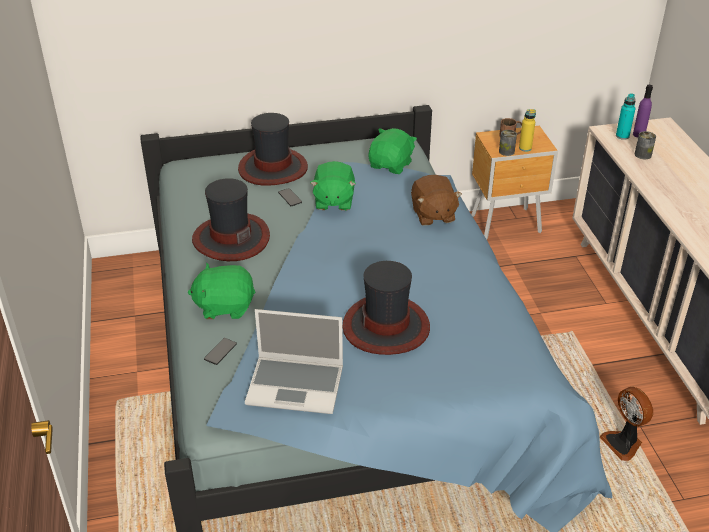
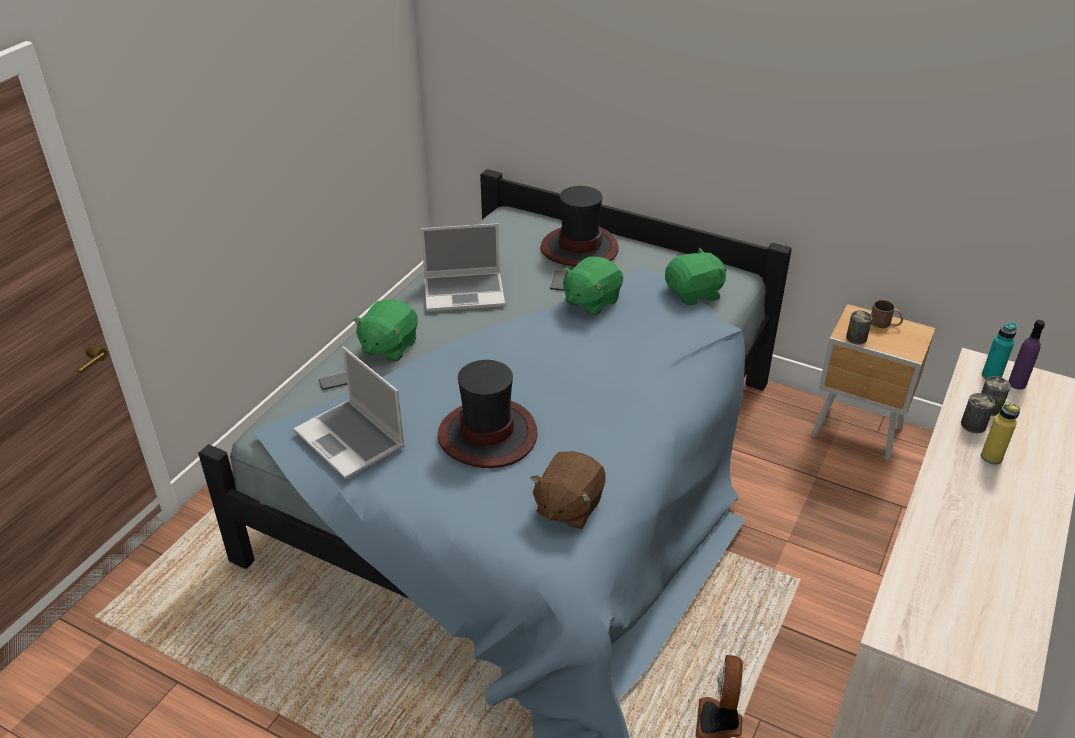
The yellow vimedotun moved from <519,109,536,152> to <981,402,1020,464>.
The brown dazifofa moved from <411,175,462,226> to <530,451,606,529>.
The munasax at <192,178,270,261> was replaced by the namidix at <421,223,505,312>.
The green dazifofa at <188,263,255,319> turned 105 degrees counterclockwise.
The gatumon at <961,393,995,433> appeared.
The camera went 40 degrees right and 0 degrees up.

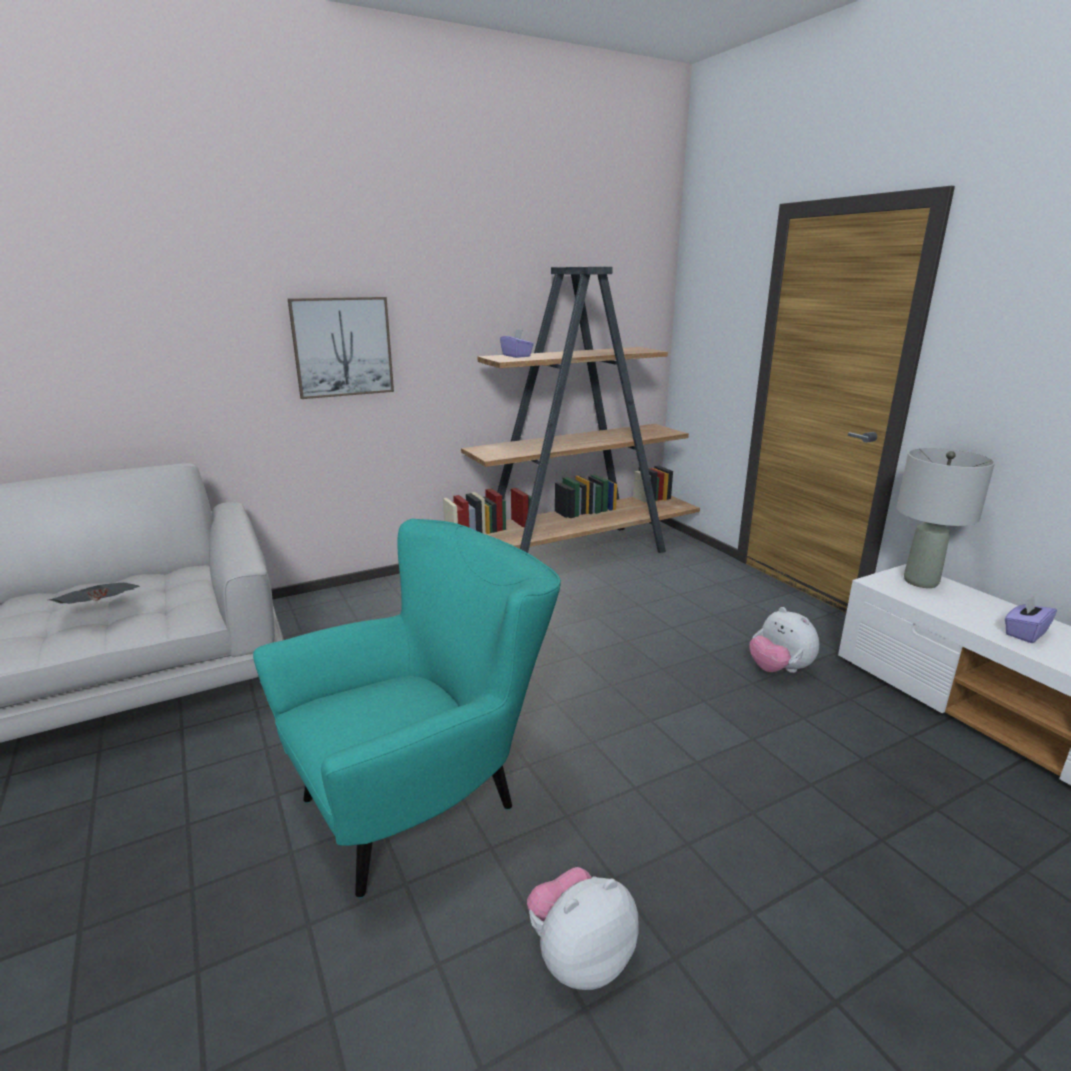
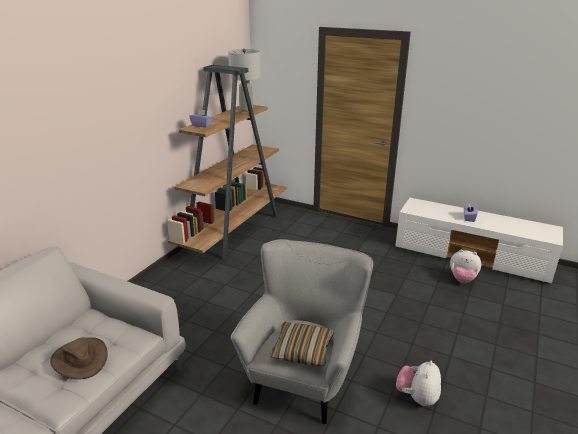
The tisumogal at <288,297,394,399> disappeared.
The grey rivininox moved from <897,448,995,588> to <228,49,261,112>.
The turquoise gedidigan at <253,519,561,898> became the grey gedidigan at <231,239,373,425>.
The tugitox at <49,583,139,604> was replaced by the brown munasax at <50,337,108,380>.
The dazifofa moved from <749,607,819,673> to <450,250,481,283>.
The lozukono at <269,322,334,367> appeared.
The camera went 35 degrees left and 5 degrees up.

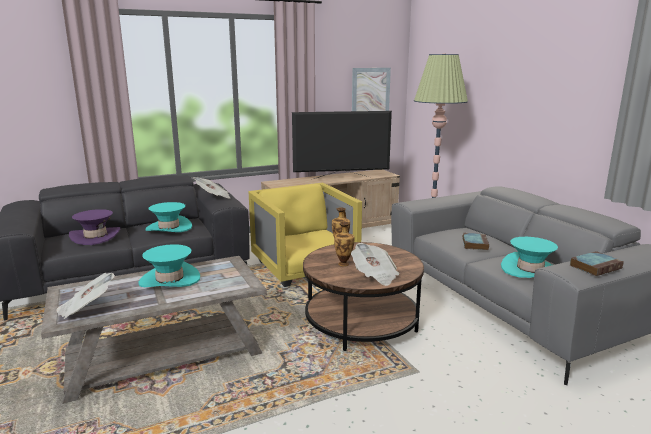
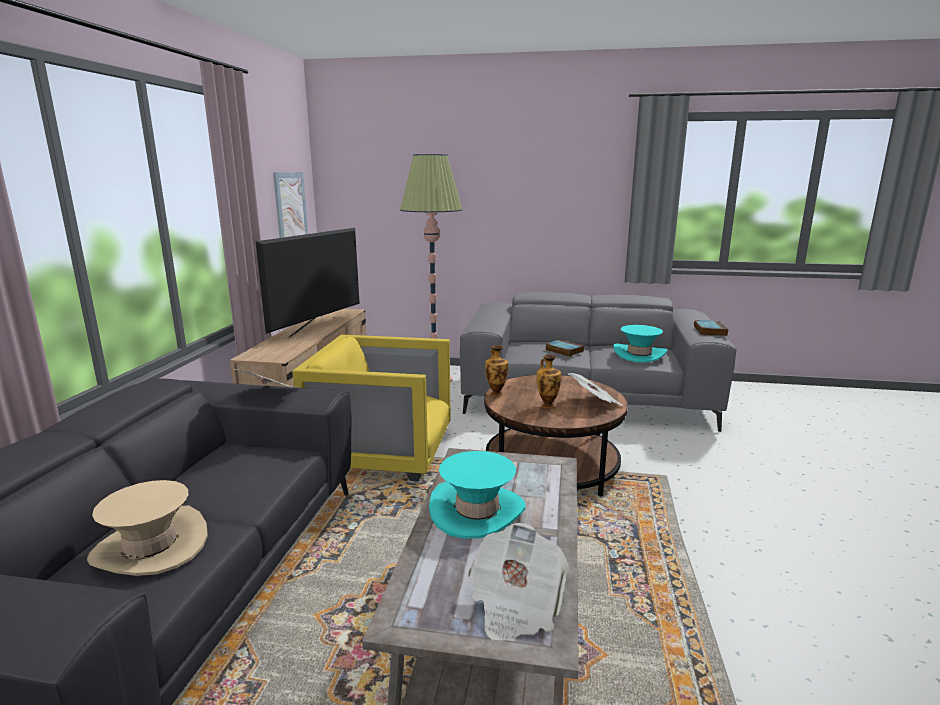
The turquoise munasax at <146,202,192,232> disappeared.
The purple munasax at <69,209,120,245> became the beige munasax at <87,480,208,576>.
The camera went 55 degrees left and 0 degrees up.

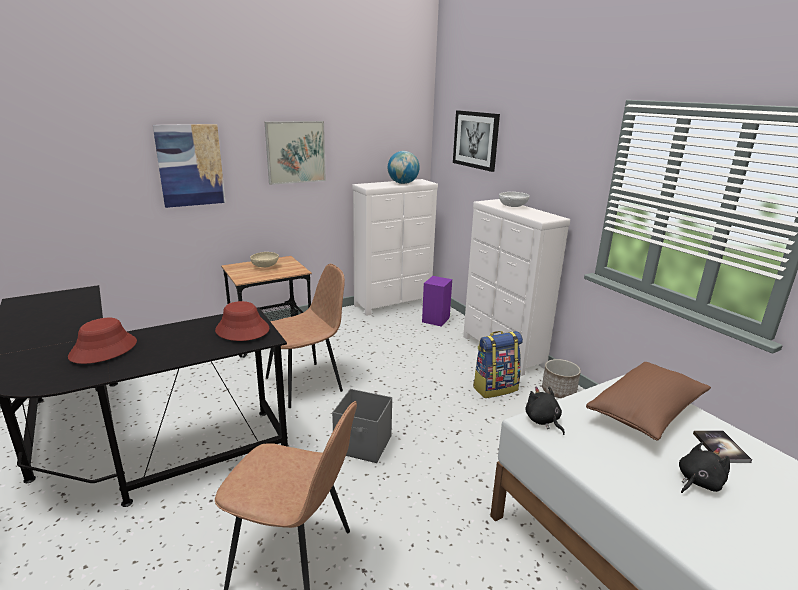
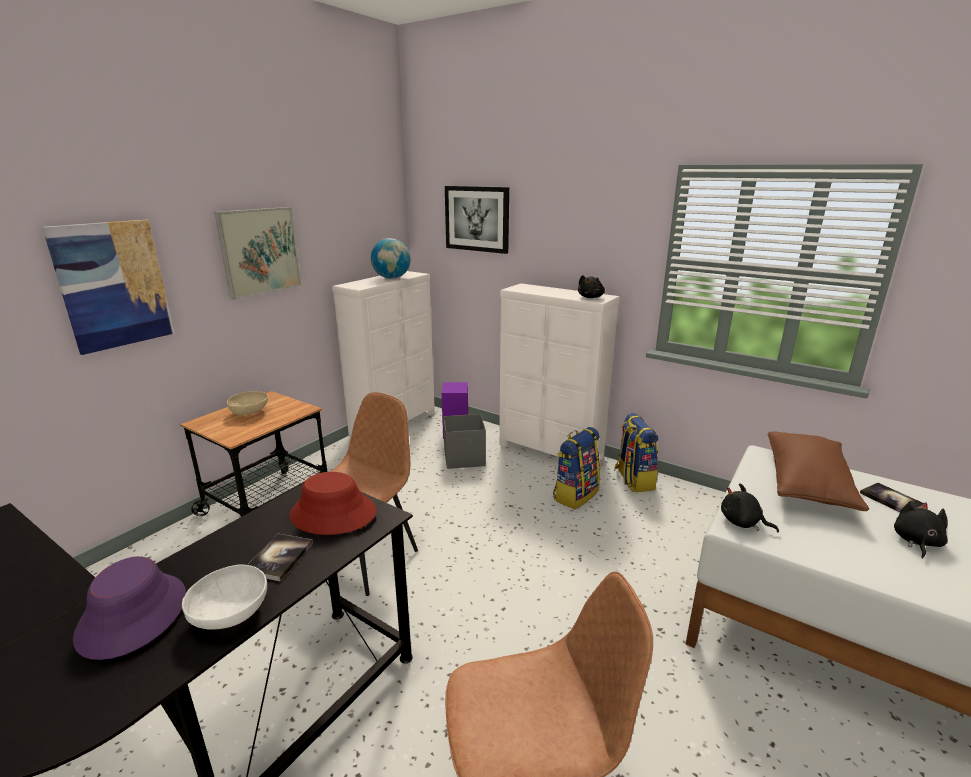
The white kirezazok moved from <499,192,530,207> to <182,564,267,630>.
The red munasax at <68,318,137,364> became the purple munasax at <73,556,186,660>.
The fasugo at <542,359,581,398> was replaced by the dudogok at <614,413,658,492>.
The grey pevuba moved from <332,389,392,463> to <443,414,486,469>.
The black dazifofa at <578,275,605,298> appeared.
The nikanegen at <248,534,313,581> appeared.
The camera went 25 degrees left and 0 degrees up.

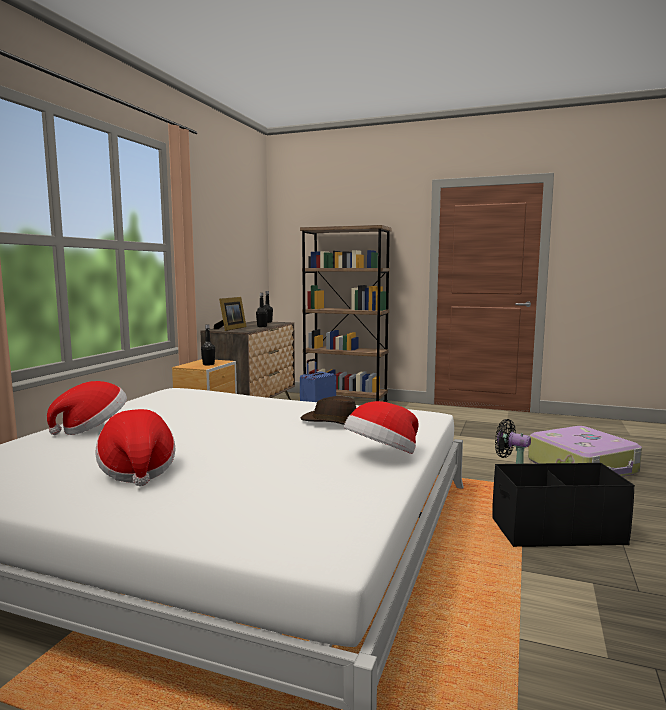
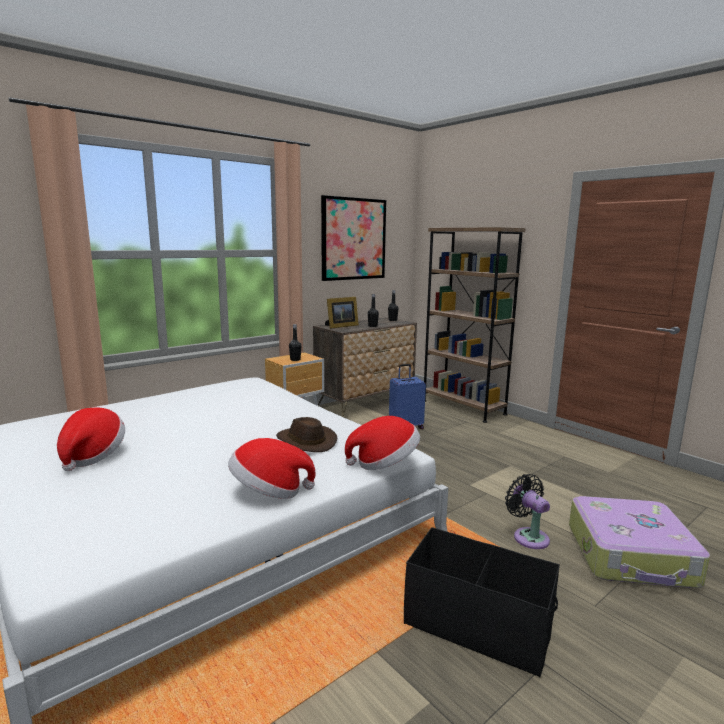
The munasax moved from <47,381,127,435> to <345,416,420,470>.
The tisumogal at <321,195,386,281> appeared.
The camera went 30 degrees right and 5 degrees up.

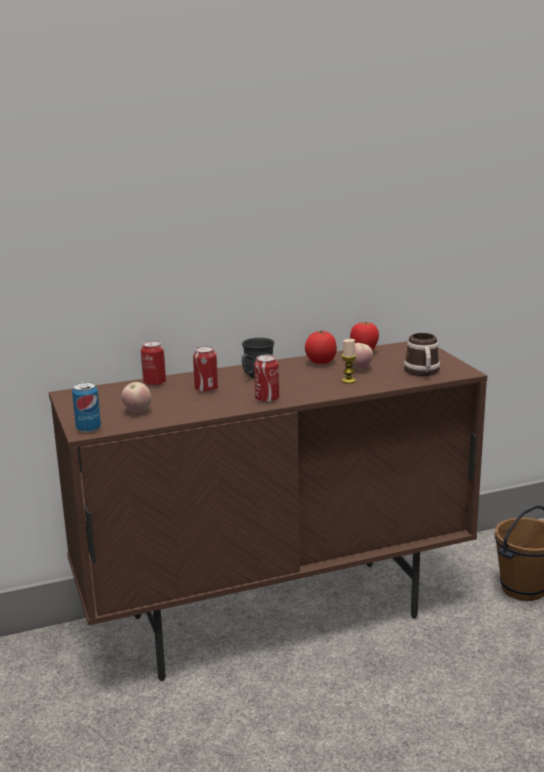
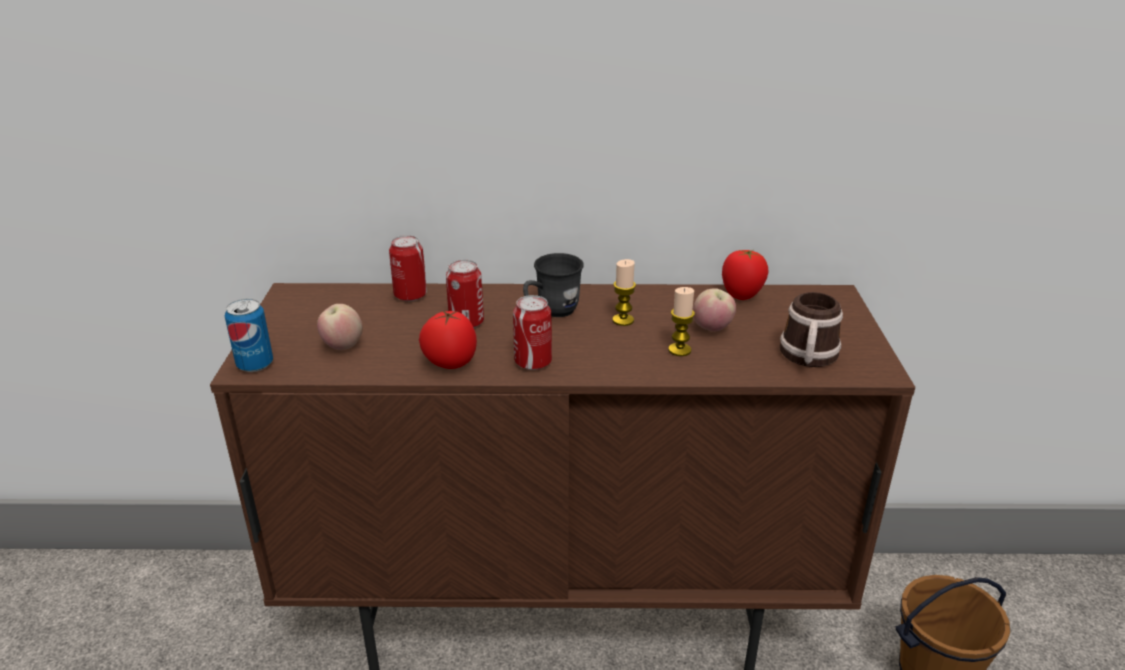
The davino moved from <305,331,337,364> to <419,310,477,369>.
The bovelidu at <612,259,636,326> appeared.
The camera went 20 degrees right and 10 degrees up.

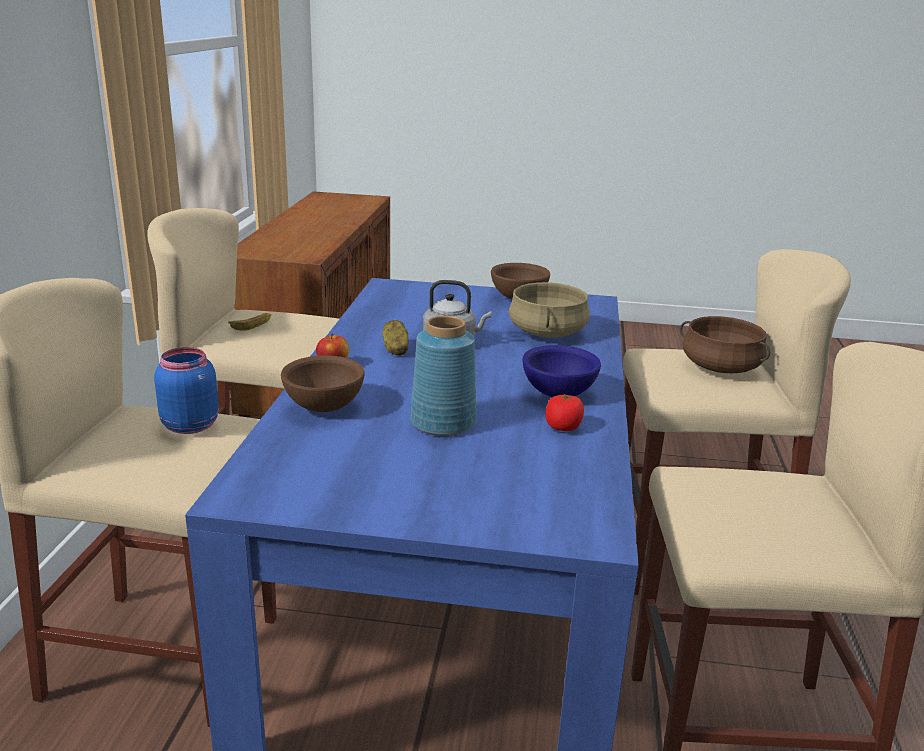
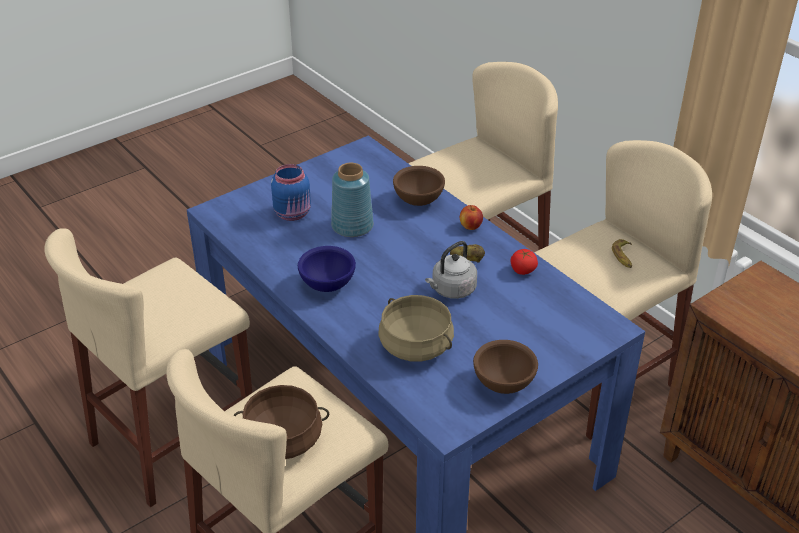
The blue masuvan moved from <154,347,219,434> to <271,164,311,221>.
The davino moved from <545,393,584,431> to <511,249,538,275>.
The camera went 135 degrees right and 15 degrees up.

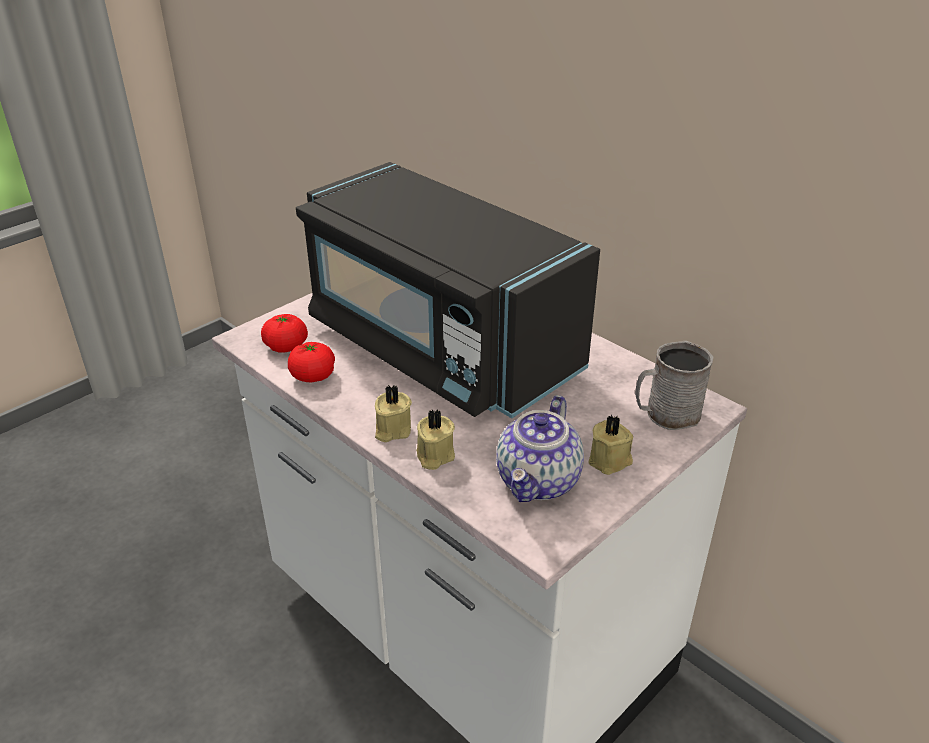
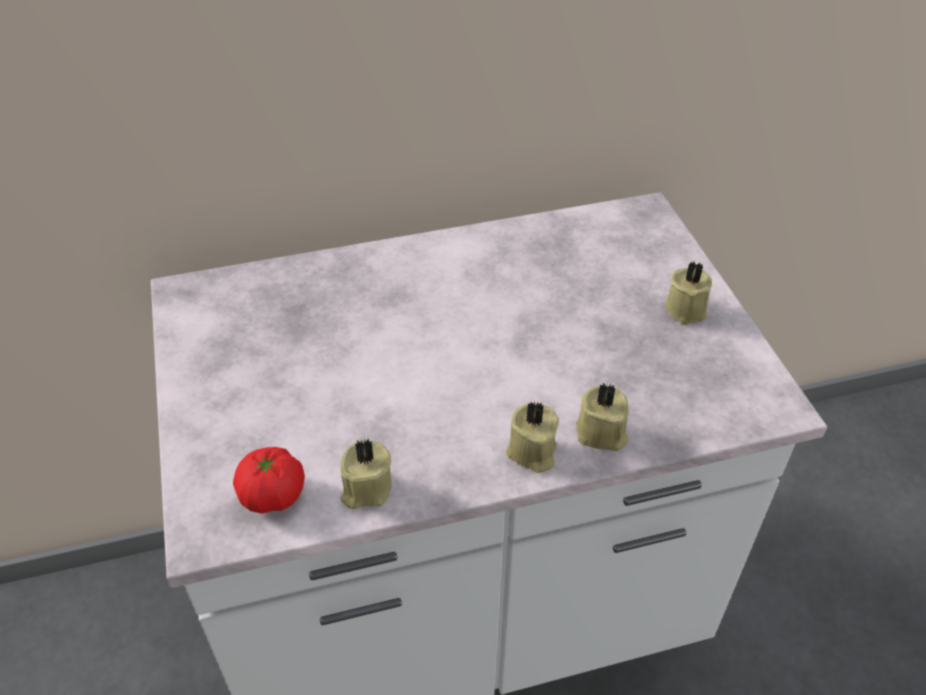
The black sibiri at <296,162,600,418> disappeared.
The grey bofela at <635,341,713,430> disappeared.
The davino at <288,342,335,383> was replaced by the beige bovelidu at <340,438,392,509>.
The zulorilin at <496,395,584,502> disappeared.
The camera went 60 degrees left and 10 degrees up.

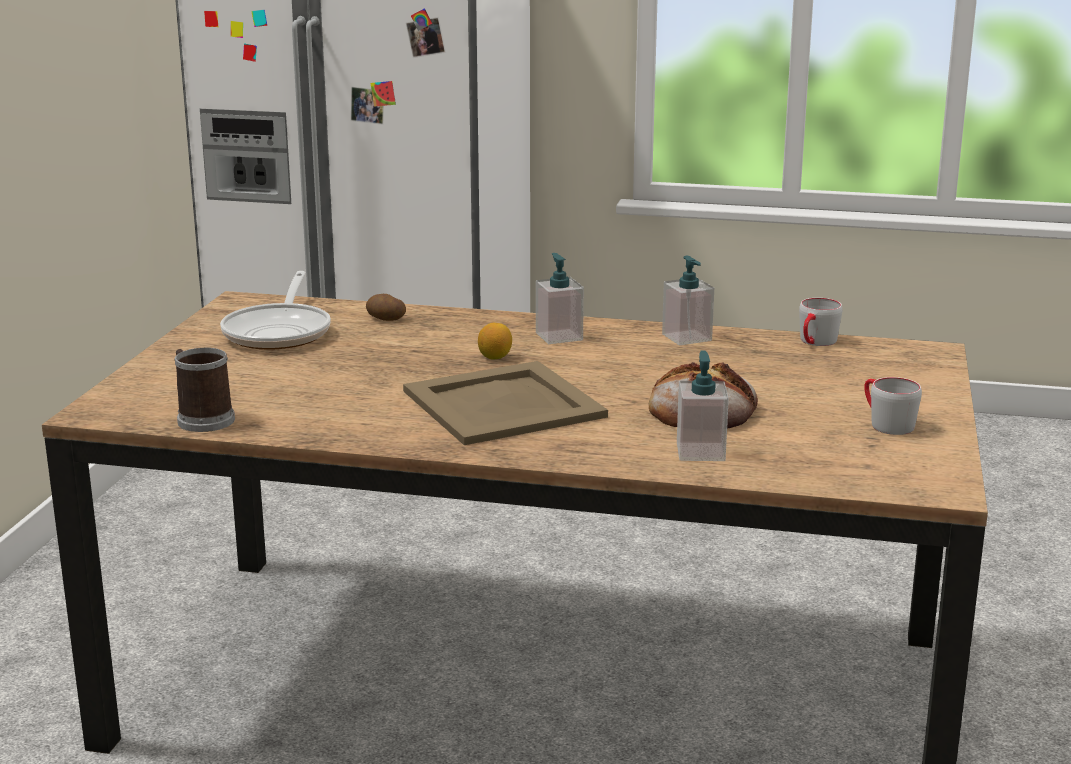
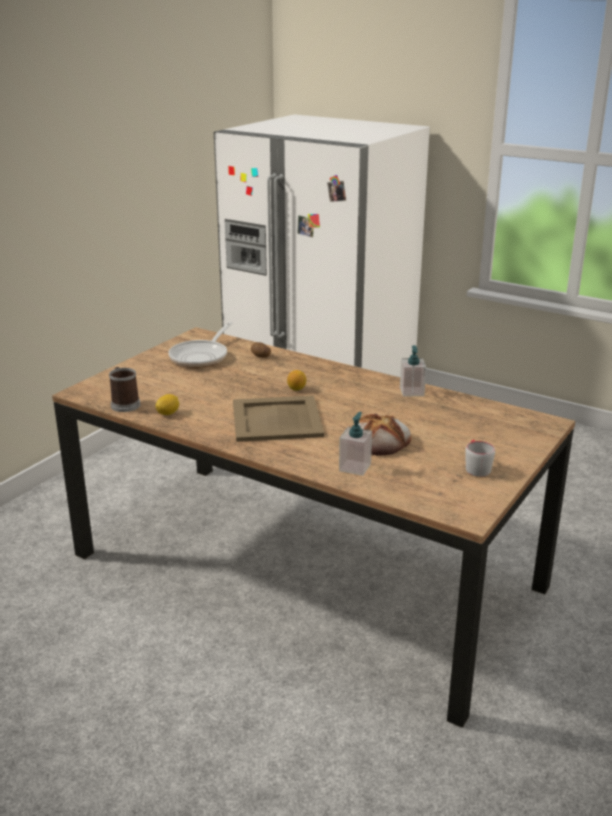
The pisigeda at <536,253,584,344> disappeared.
The grey bofela at <799,298,843,346> disappeared.
The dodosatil at <156,394,179,415> appeared.
The camera went 20 degrees right and 5 degrees up.

